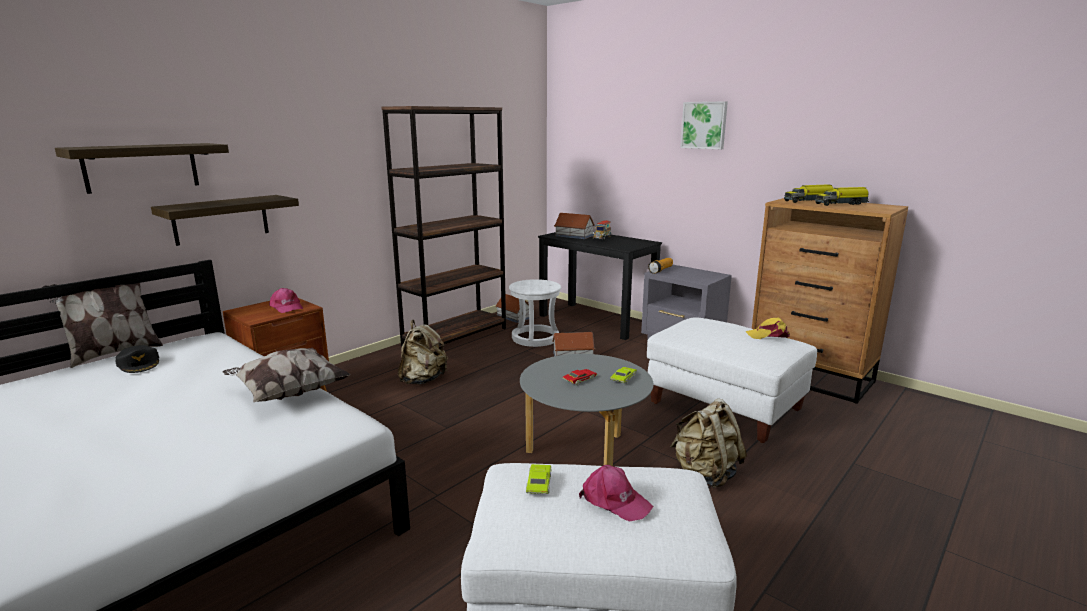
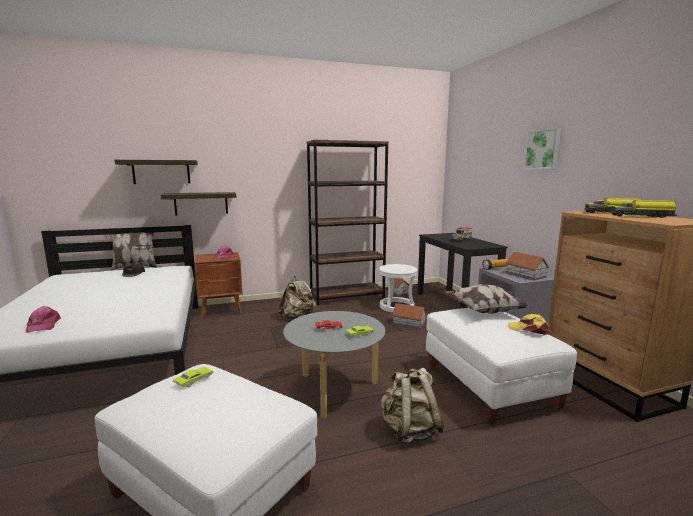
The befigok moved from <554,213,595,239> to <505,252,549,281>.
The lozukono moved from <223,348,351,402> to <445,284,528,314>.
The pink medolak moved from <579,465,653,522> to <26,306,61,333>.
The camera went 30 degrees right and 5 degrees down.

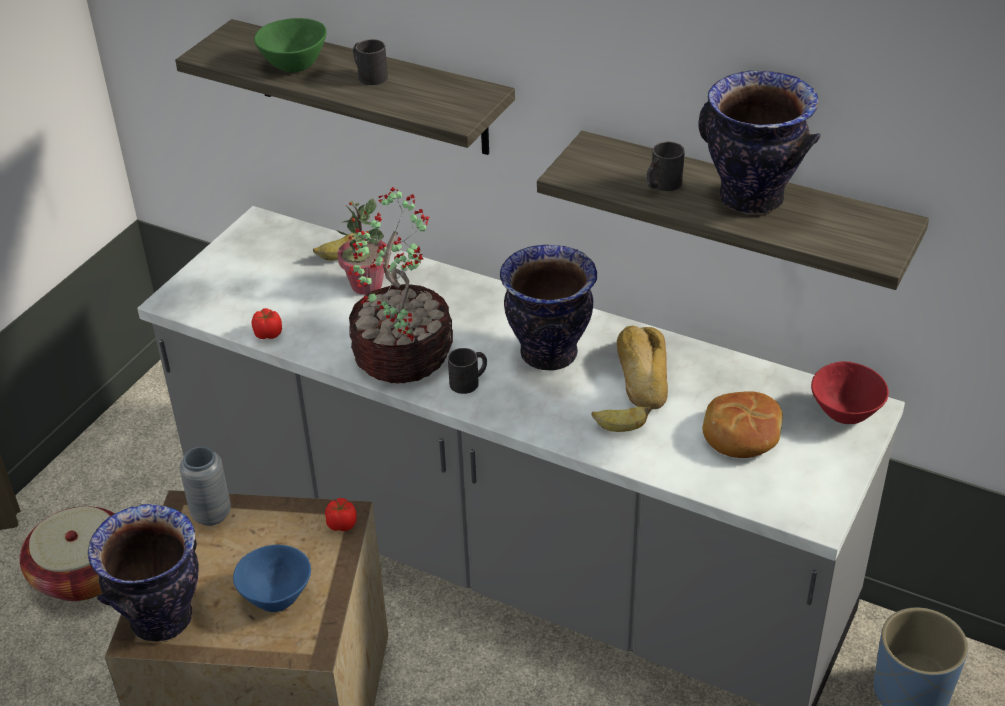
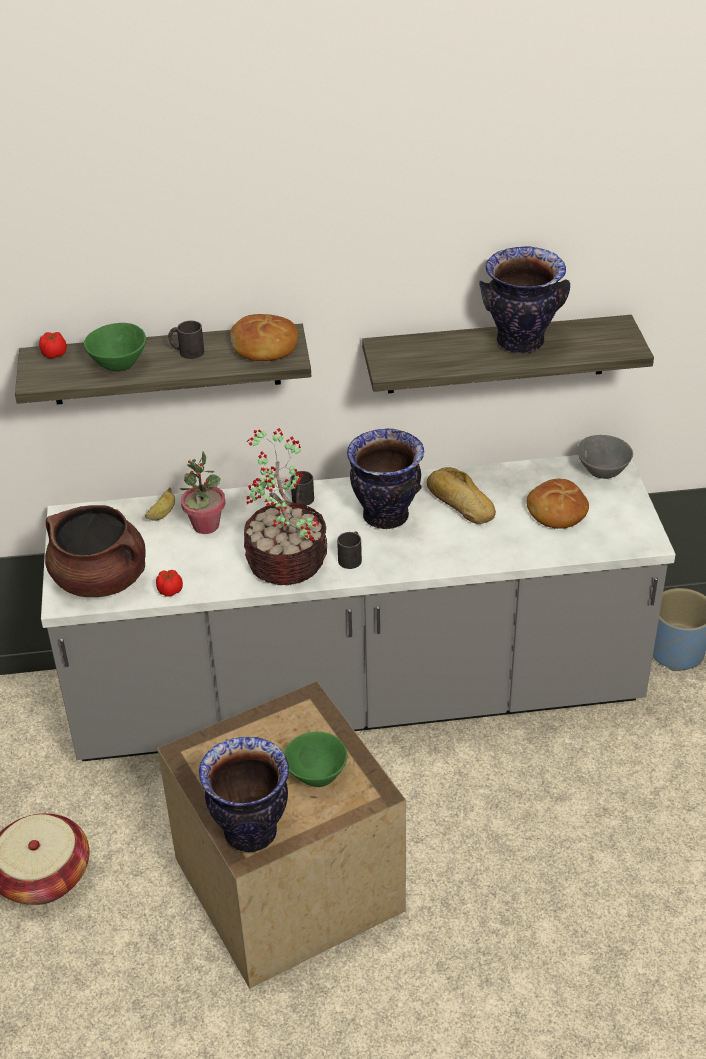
The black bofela moved from <646,142,685,191> to <291,471,314,506>.
The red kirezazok at <811,361,889,424> became the grey kirezazok at <577,435,633,479>.
The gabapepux at <591,406,651,432> disappeared.
The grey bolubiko at <180,447,231,526> disappeared.
The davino moved from <325,498,357,531> to <39,332,67,359>.
The blue kirezazok at <233,545,311,612> became the green kirezazok at <284,732,347,787>.
The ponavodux at <230,314,298,361> appeared.
The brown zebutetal at <45,505,146,597> appeared.
The camera went 35 degrees left and 0 degrees up.

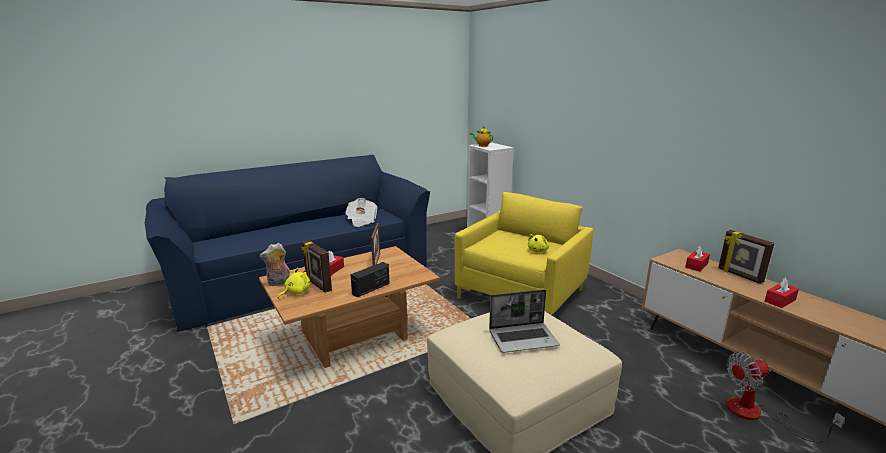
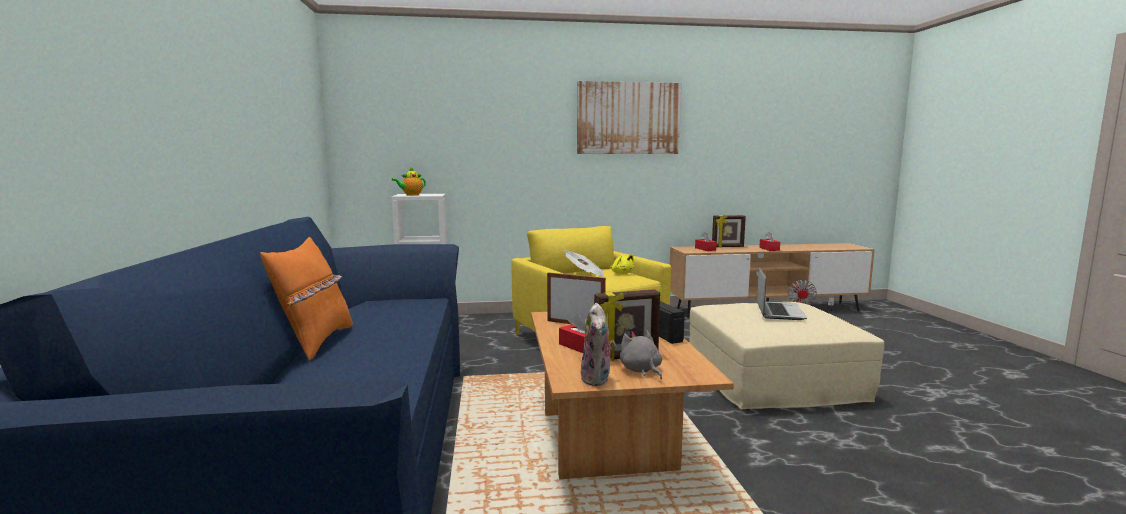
The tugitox moved from <345,198,378,227> to <564,250,605,278>.
The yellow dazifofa at <278,268,310,298> became the grey dazifofa at <620,330,662,379>.
The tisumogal at <577,81,682,154> appeared.
The orange lozukono at <260,237,353,361> appeared.
The camera went 65 degrees left and 10 degrees down.

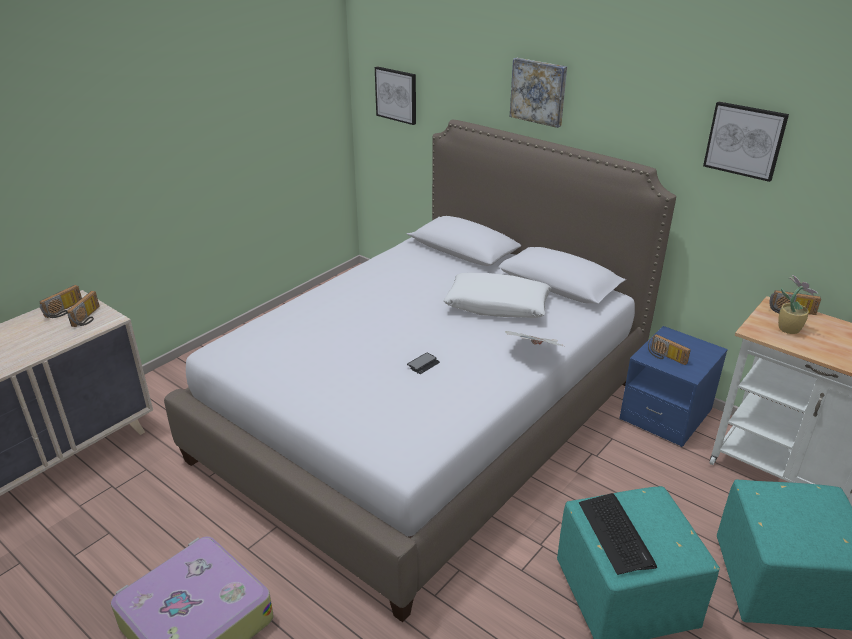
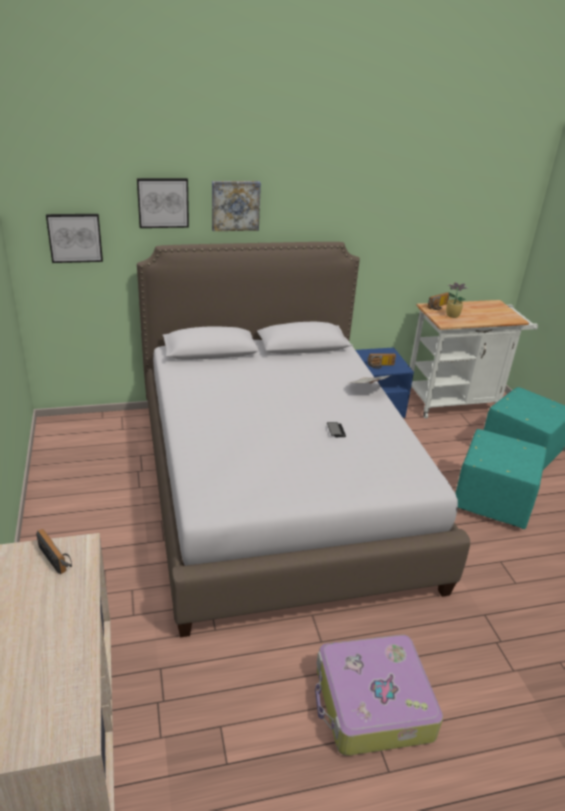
The tisumogal moved from <703,101,789,182> to <137,178,189,228>.
The white lozukono at <443,273,551,318> disappeared.
The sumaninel at <40,285,82,318> disappeared.
The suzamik at <579,493,657,575> disappeared.
The camera went 55 degrees left and 0 degrees up.

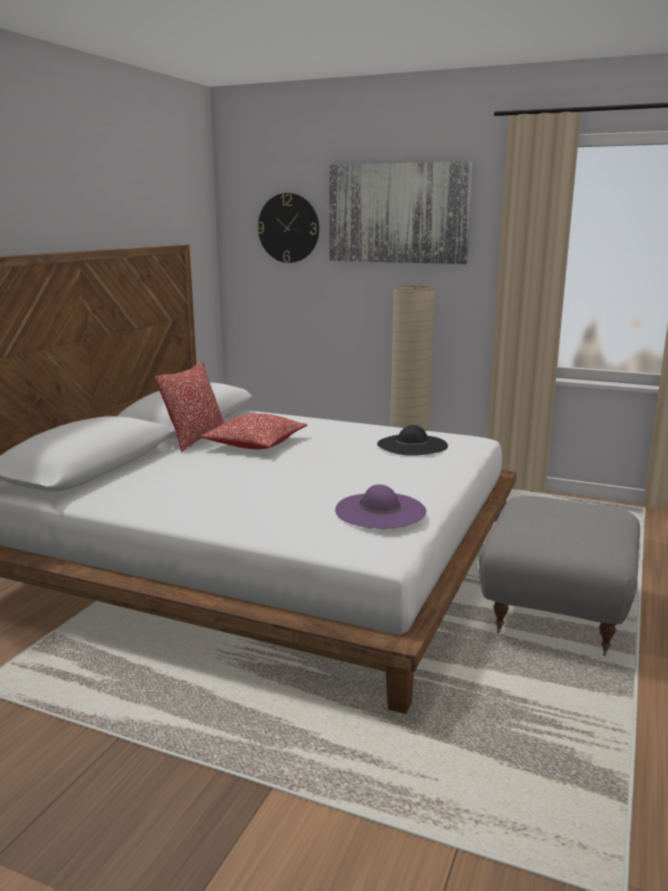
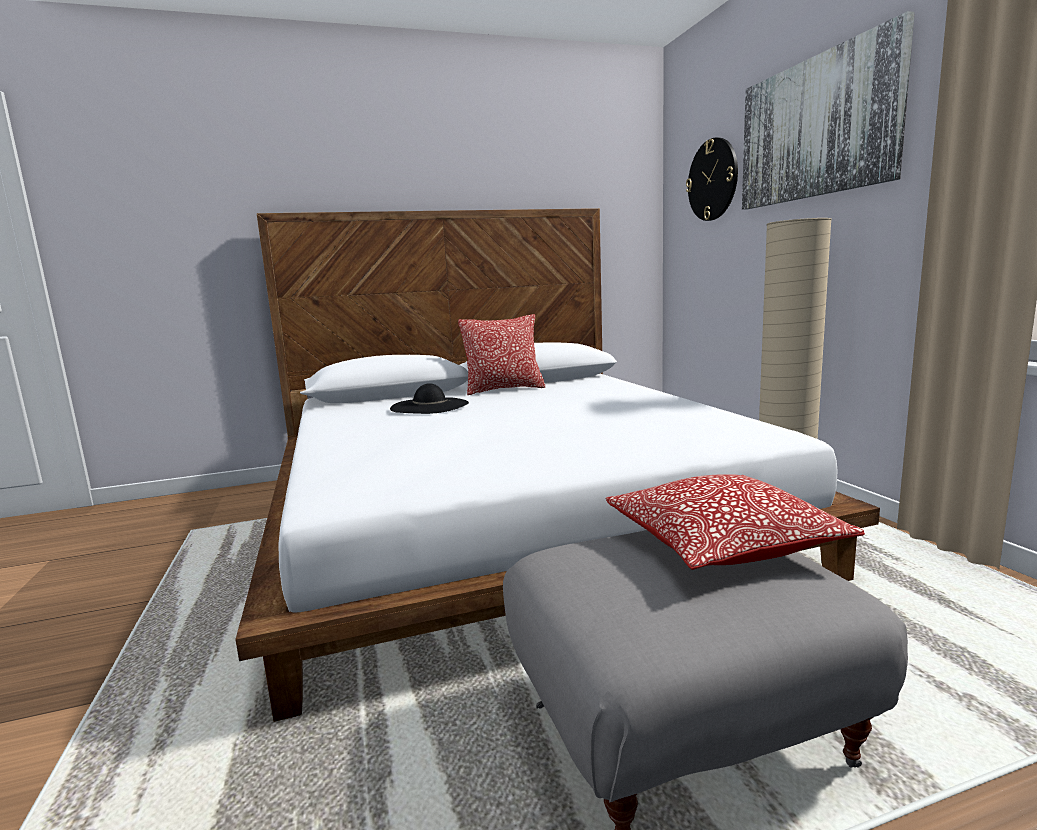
The lozukono moved from <200,413,307,449> to <605,474,865,570>.
The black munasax moved from <377,425,448,456> to <390,383,469,414>.
The purple munasax at <335,484,426,529> disappeared.
The camera went 50 degrees right and 5 degrees down.

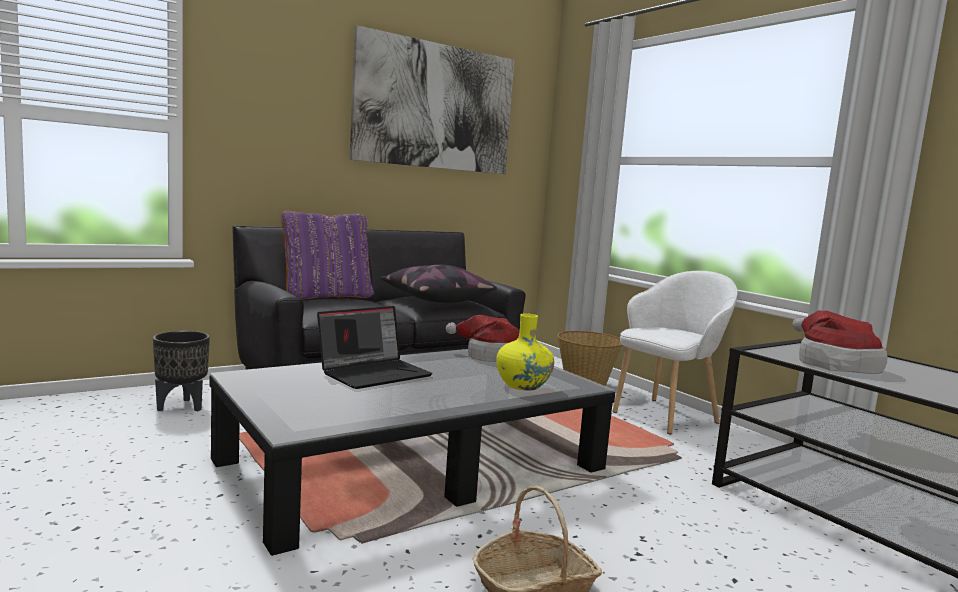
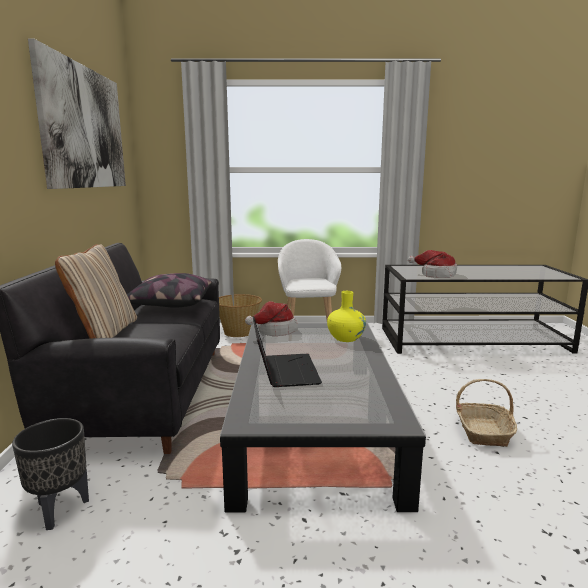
The purple lozukono at <281,211,374,300> became the beige lozukono at <55,244,137,339>.
The camera went 55 degrees left and 5 degrees up.

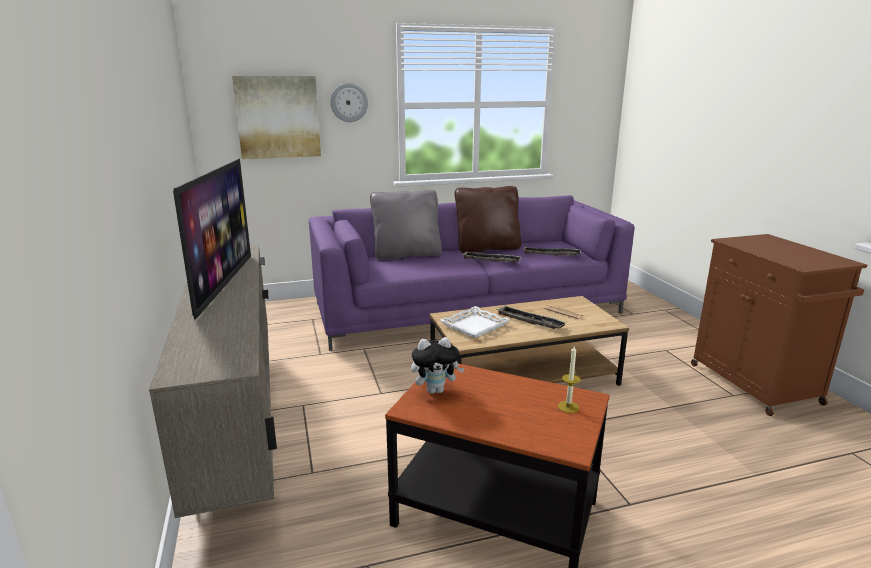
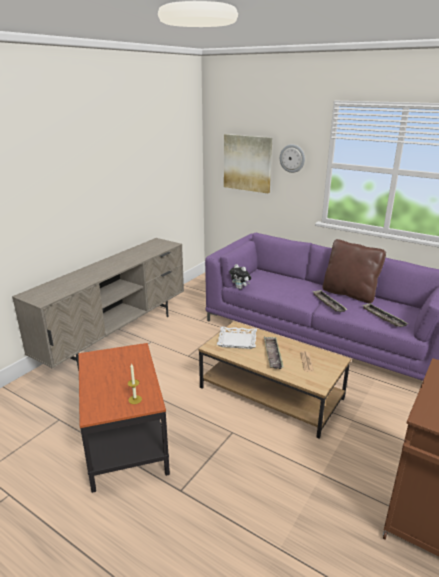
The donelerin at <173,159,251,319> disappeared.
The grey lozukono at <370,190,442,260> disappeared.
The dazifofa moved from <411,337,464,394> to <229,264,251,289>.
The camera went 50 degrees right and 5 degrees up.

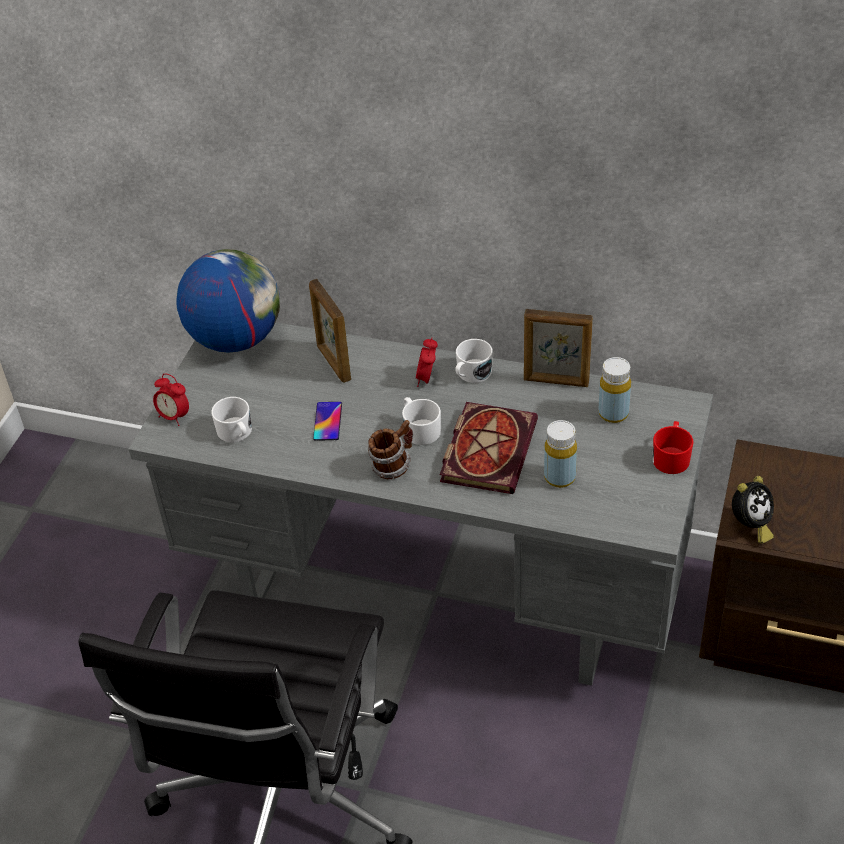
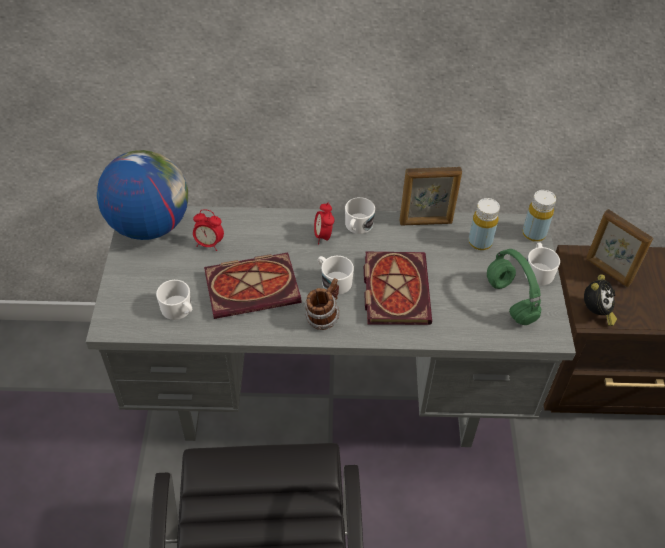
The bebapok moved from <309,279,351,383> to <586,209,653,287>.
The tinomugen moved from <153,373,189,426> to <193,209,224,251>.
The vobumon at <313,402,342,441> was replaced by the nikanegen at <204,253,302,319>.
The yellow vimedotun moved from <544,420,577,488> to <523,190,556,242>.
The red bofela at <653,421,693,474> became the white bofela at <525,242,560,286>.
The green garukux at <487,249,541,325> appeared.
The camera went 20 degrees left and 5 degrees up.

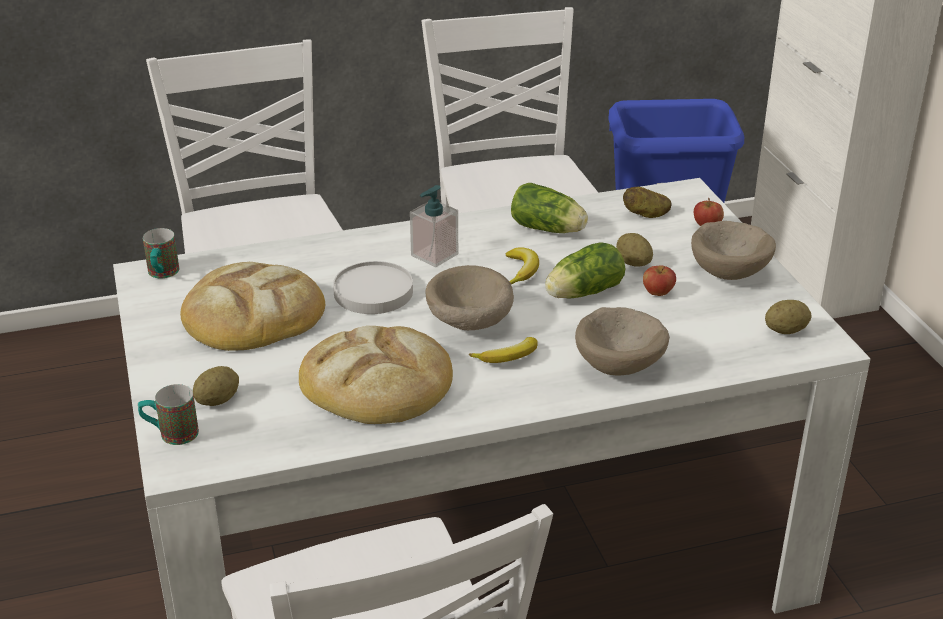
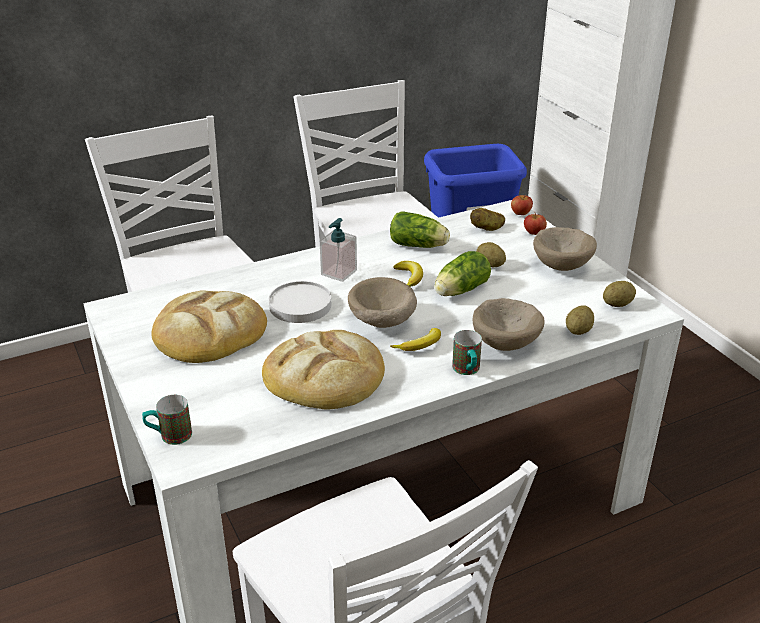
The bofela moved from <143,228,179,278> to <452,330,482,375>.
The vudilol moved from <643,265,676,296> to <511,194,533,215>.
The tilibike moved from <193,366,239,406> to <566,305,594,335>.
The camera went 10 degrees left and 0 degrees up.

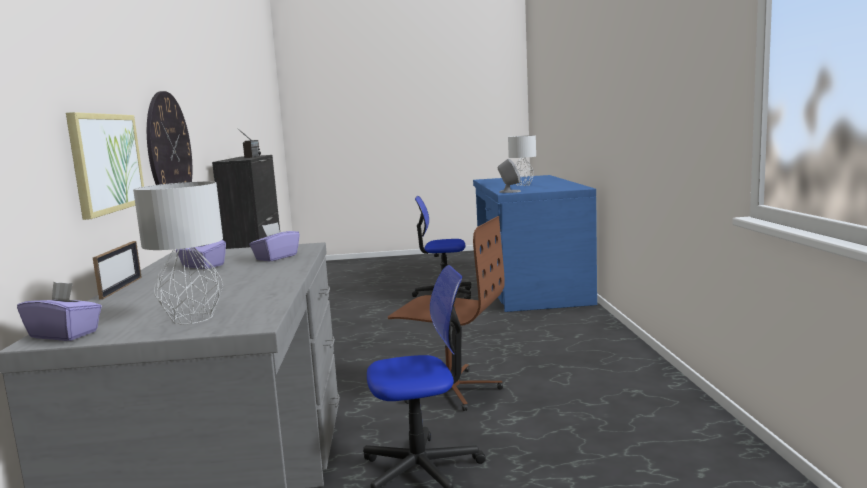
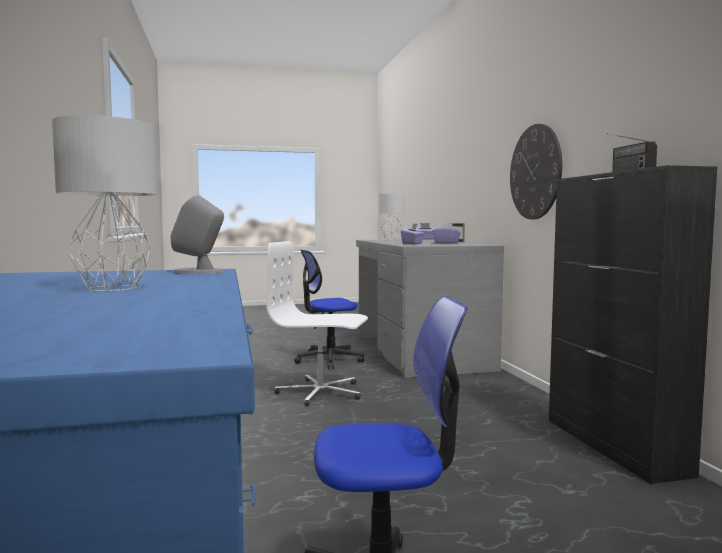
The tisumogal at <66,112,144,220> disappeared.
The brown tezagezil at <388,216,505,411> became the white tezagezil at <266,241,368,406>.
The camera went 170 degrees right and 5 degrees down.

